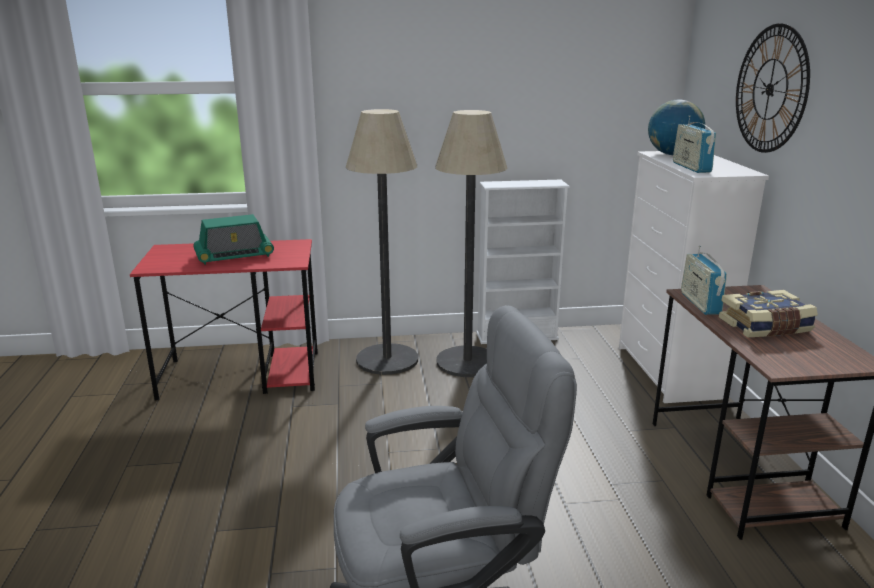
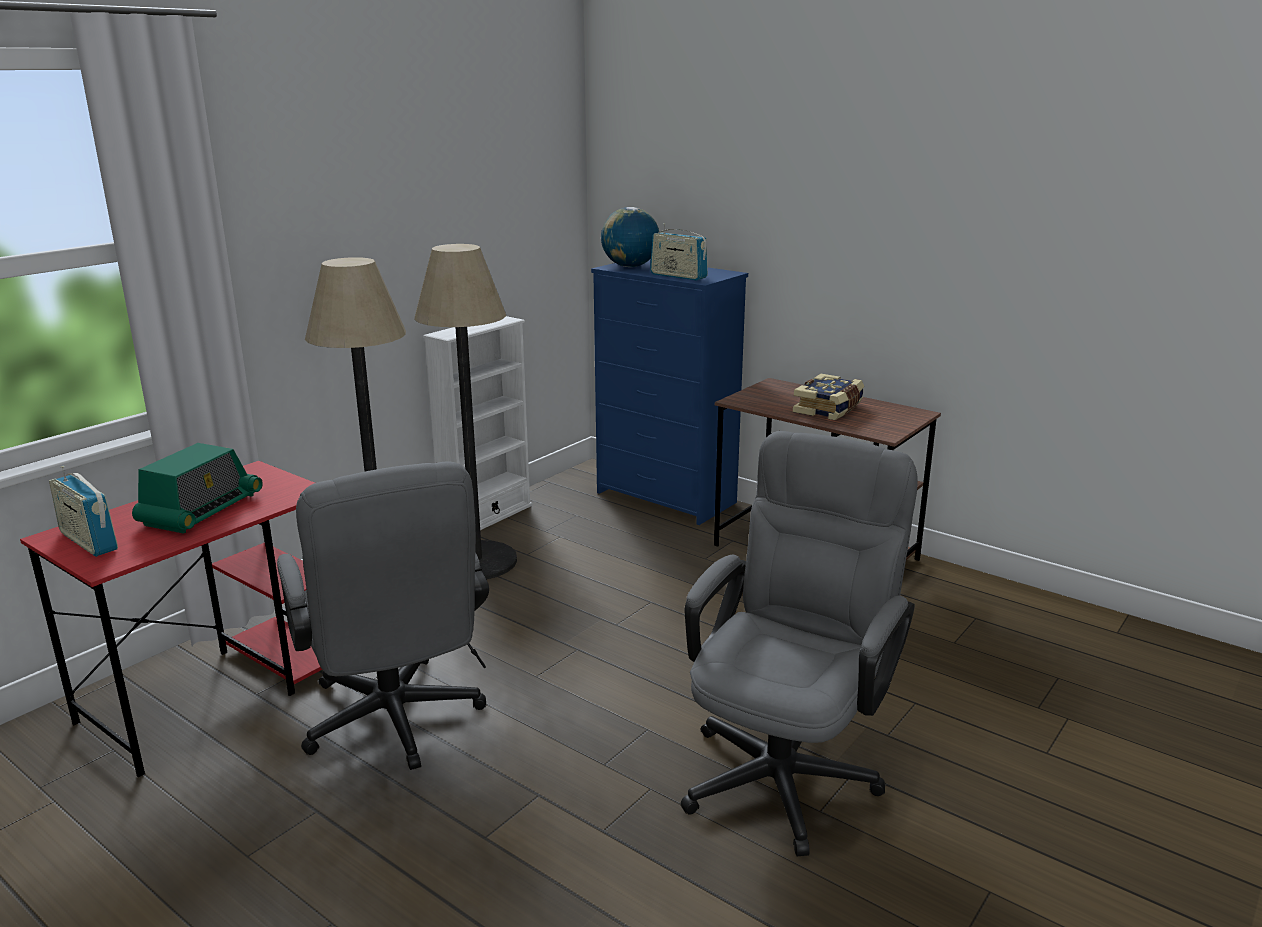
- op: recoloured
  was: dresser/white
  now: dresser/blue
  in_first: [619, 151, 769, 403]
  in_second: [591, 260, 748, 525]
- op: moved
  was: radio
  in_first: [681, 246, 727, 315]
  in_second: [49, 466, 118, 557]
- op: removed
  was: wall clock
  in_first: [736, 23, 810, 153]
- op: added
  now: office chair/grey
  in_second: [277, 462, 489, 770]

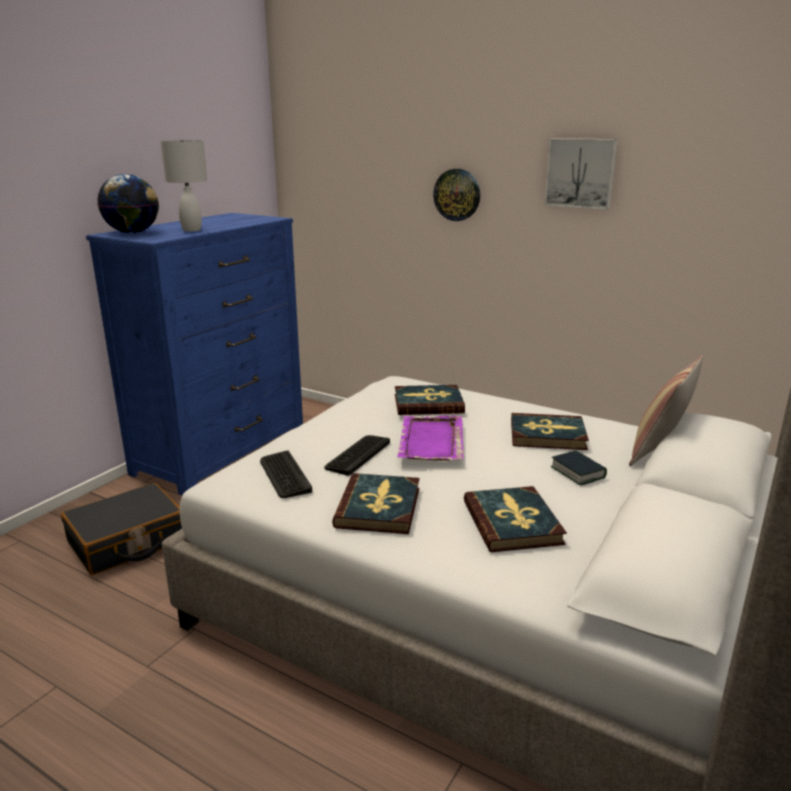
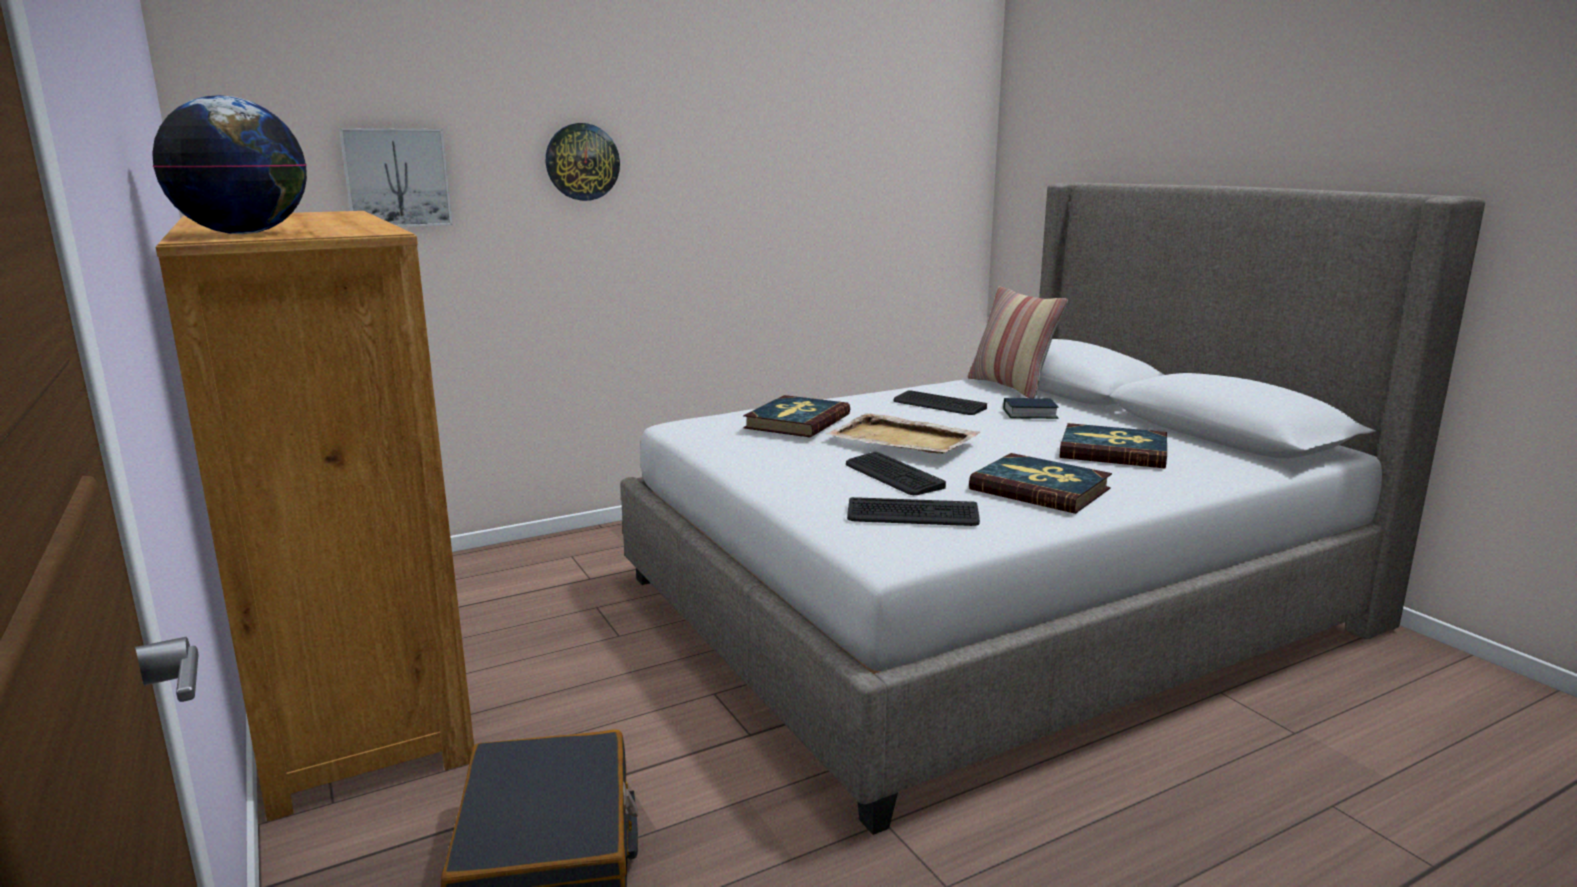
- op: recoloured
  was: dresser/blue
  now: dresser/brown
  in_first: [86, 213, 303, 495]
  in_second: [156, 211, 474, 822]
- op: removed
  was: table lamp/white
  in_first: [161, 139, 207, 232]
- op: recoloured
  was: tray/purple
  now: tray/beige
  in_first: [397, 415, 464, 461]
  in_second: [826, 413, 980, 454]
- op: replaced
  was: book
  now: keyboard
  in_first: [511, 413, 589, 450]
  in_second: [893, 390, 987, 415]
- op: moved
  was: picture
  in_first: [544, 138, 618, 210]
  in_second: [339, 128, 453, 227]

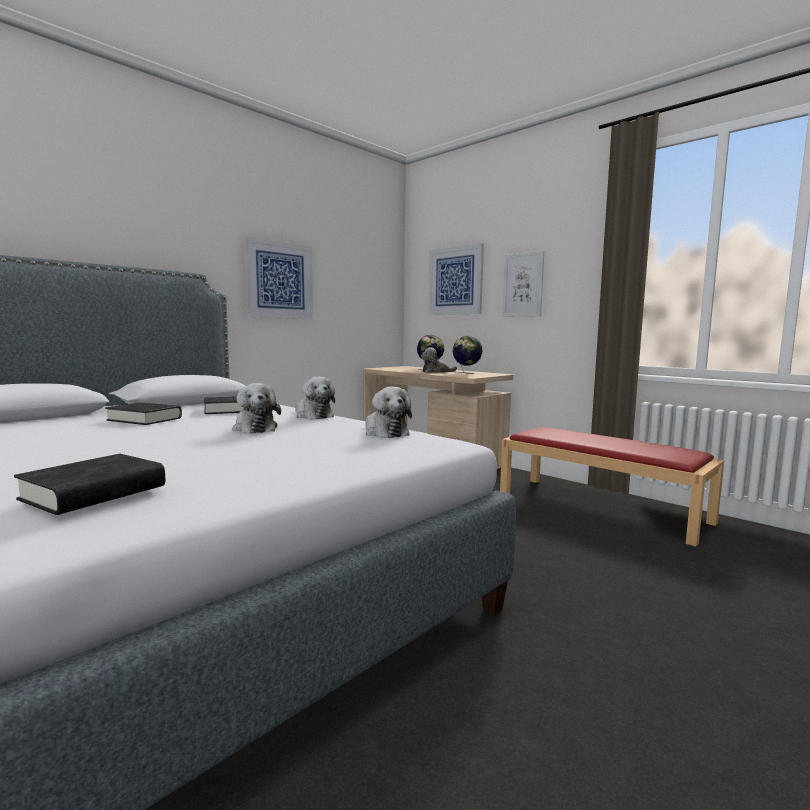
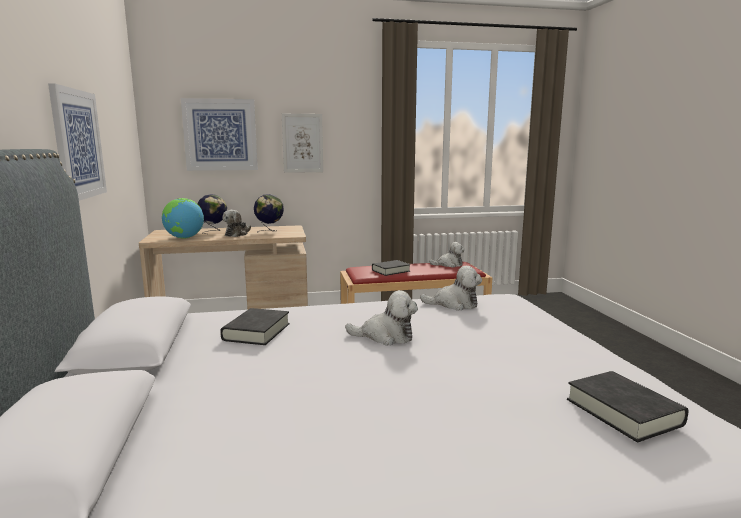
- op: moved
  was: book/black
  in_first: [105, 402, 182, 425]
  in_second: [372, 260, 411, 276]
- op: moved
  was: plush toy
  in_first: [295, 377, 335, 419]
  in_second: [429, 242, 465, 268]
- op: added
  now: globe
  in_second: [162, 198, 204, 238]

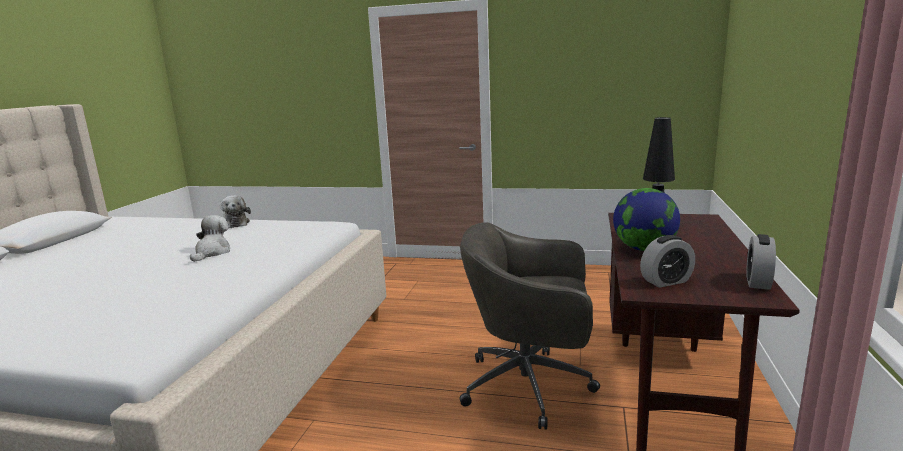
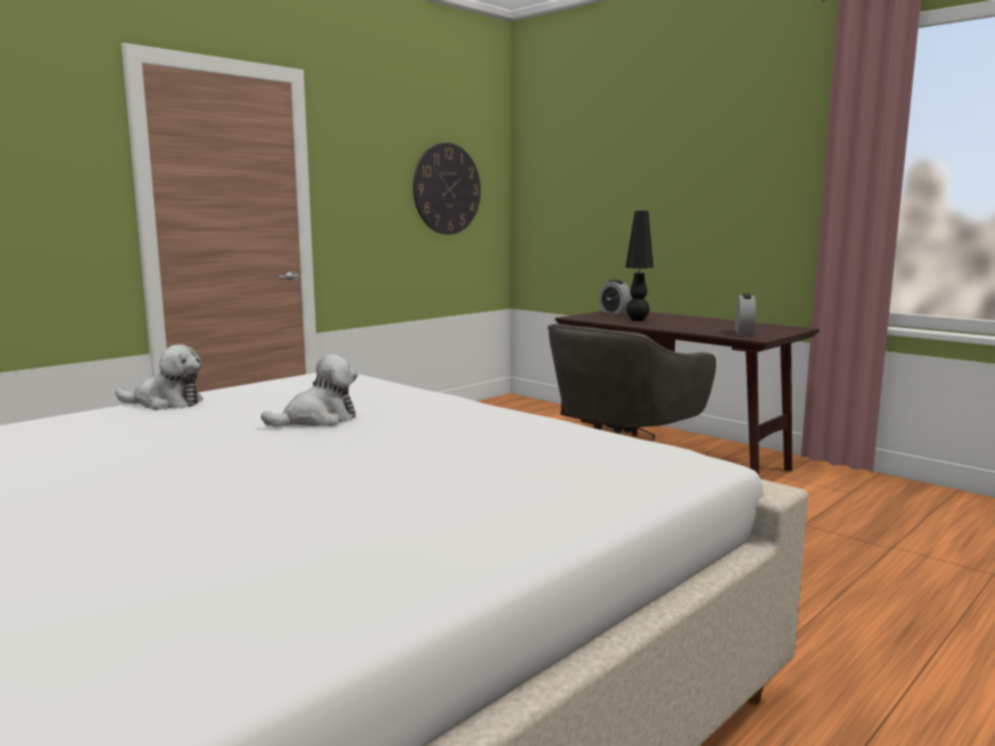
- op: turned
  was: plush toy
  in_first: [190, 215, 230, 262]
  in_second: [261, 354, 358, 427]
  clockwise: 105
- op: removed
  was: globe
  in_first: [613, 188, 680, 251]
- op: moved
  was: alarm clock
  in_first: [746, 234, 776, 290]
  in_second: [599, 280, 632, 314]
- op: added
  now: wall clock
  in_second: [413, 143, 481, 234]

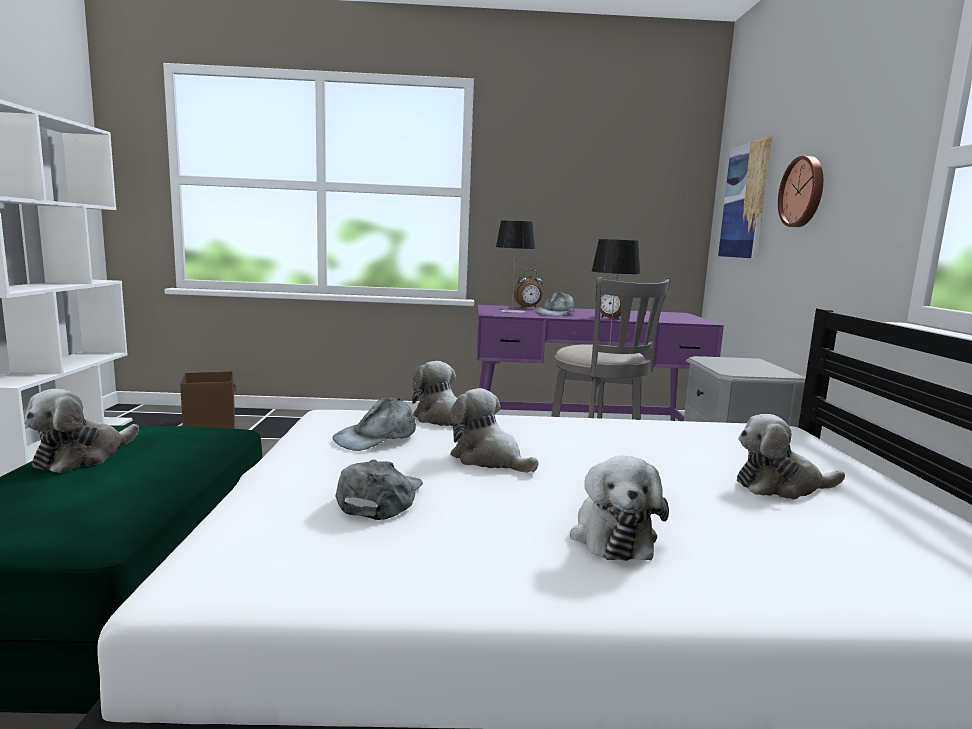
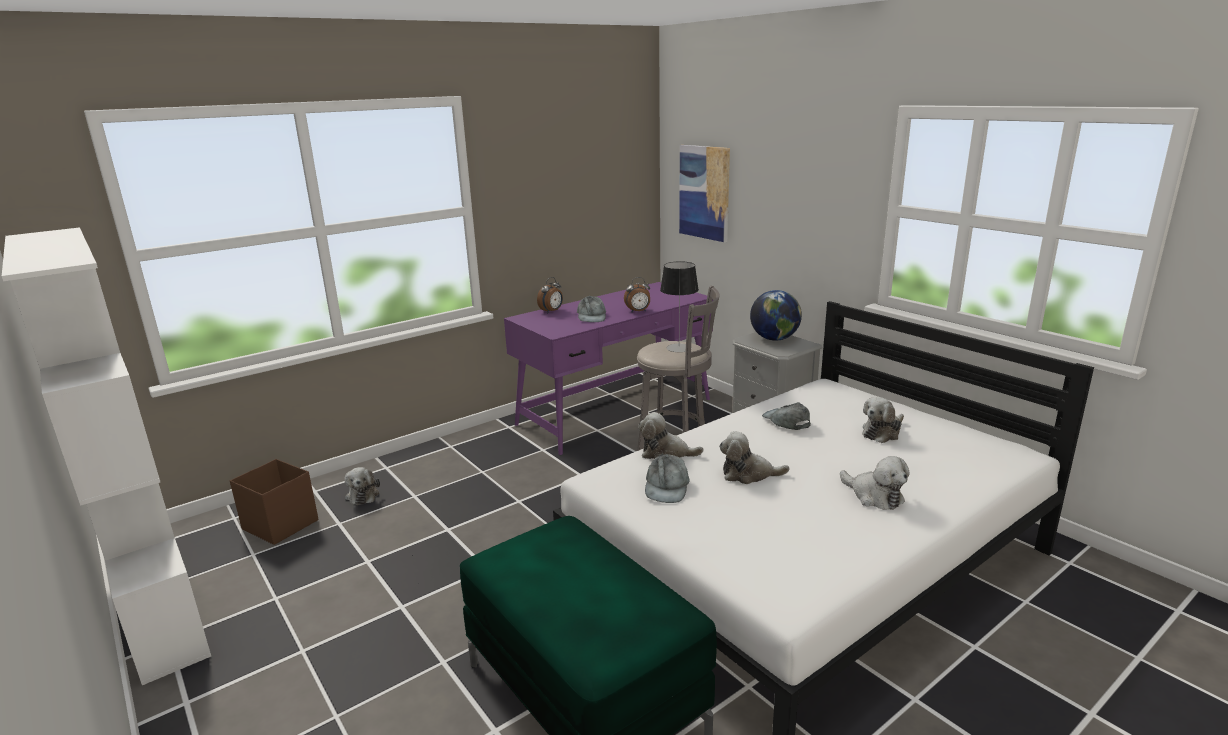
- op: moved
  was: plush toy
  in_first: [24, 389, 139, 473]
  in_second: [345, 467, 380, 505]
- op: moved
  was: cap/grey
  in_first: [335, 460, 423, 520]
  in_second: [762, 402, 811, 430]
- op: removed
  was: table lamp
  in_first: [496, 220, 535, 313]
- op: removed
  was: wall clock
  in_first: [778, 156, 823, 227]
- op: added
  now: globe
  in_second: [750, 290, 802, 341]

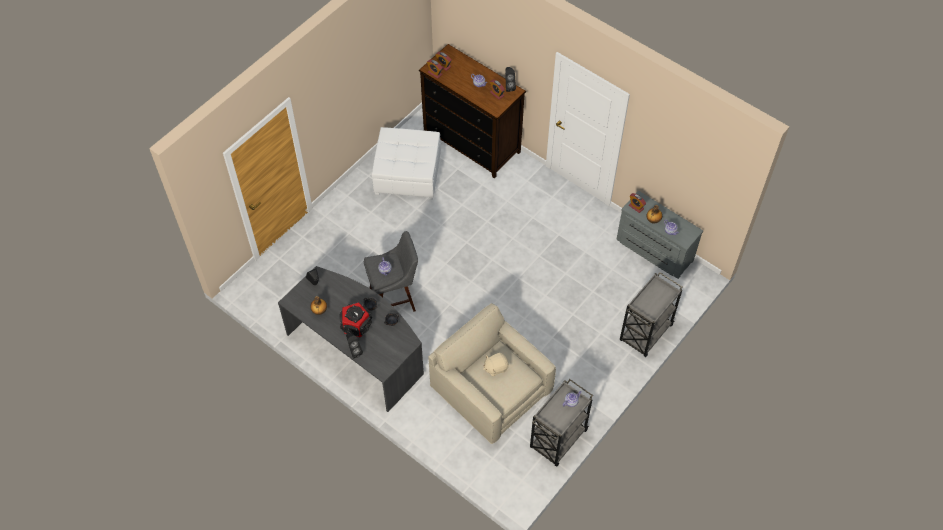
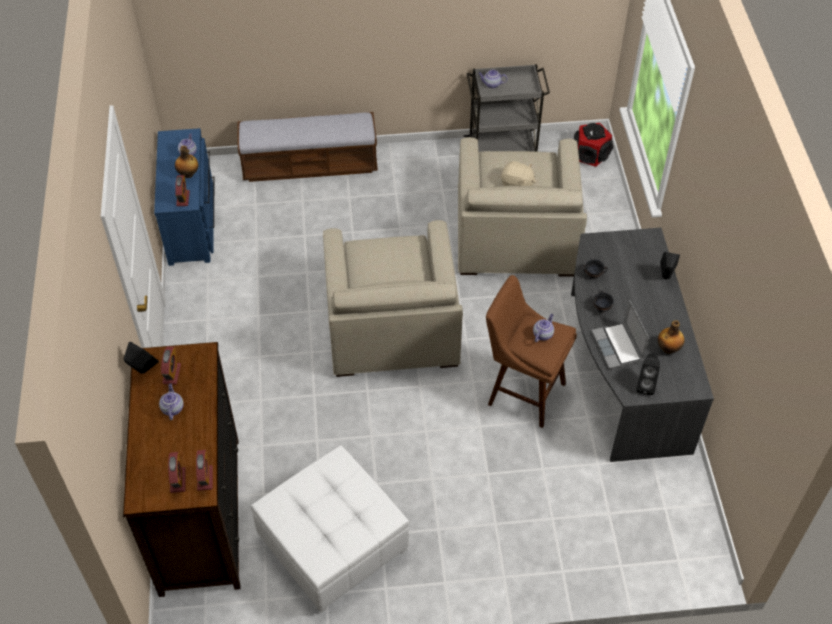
- op: moved
  was: speaker
  in_first: [340, 302, 372, 338]
  in_second: [574, 123, 613, 167]
- op: recoloured
  was: stool/grey
  now: stool/brown
  in_first: [364, 231, 418, 312]
  in_second: [486, 275, 577, 428]
- op: recoloured
  was: dresser/grey
  now: dresser/blue
  in_first: [616, 191, 703, 279]
  in_second: [154, 128, 214, 266]
- op: replaced
  was: cart/grey
  now: bench
  in_first: [620, 272, 683, 357]
  in_second: [237, 112, 378, 182]
- op: added
  now: armchair/beige
  in_second: [323, 220, 463, 377]
- op: added
  now: laptop
  in_second: [591, 300, 649, 369]

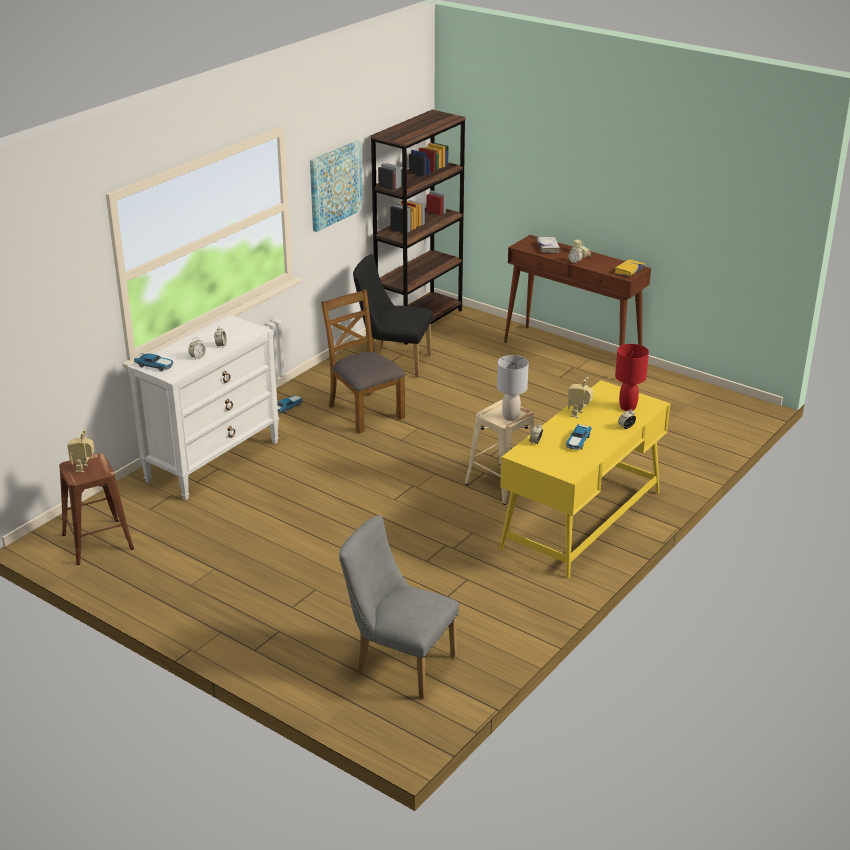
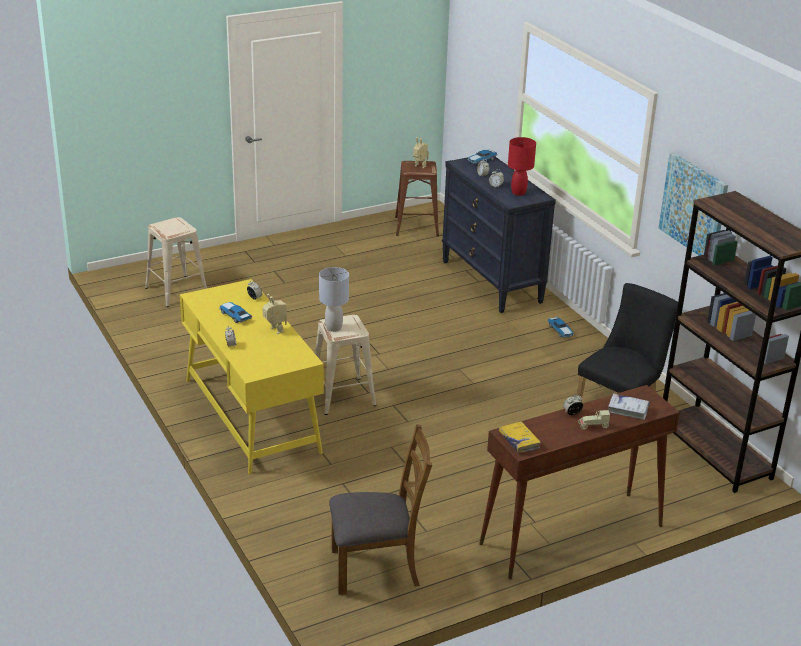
- op: recoloured
  was: dresser/white
  now: dresser/black
  in_first: [127, 314, 279, 500]
  in_second: [442, 157, 556, 313]
- op: moved
  was: chair/brown
  in_first: [321, 289, 406, 434]
  in_second: [329, 424, 432, 595]
- op: replaced
  was: chair/grey
  now: stool/beige
  in_first: [339, 515, 459, 699]
  in_second: [145, 217, 207, 307]
- op: moved
  was: table lamp/red
  in_first: [615, 344, 649, 411]
  in_second: [508, 137, 536, 196]

